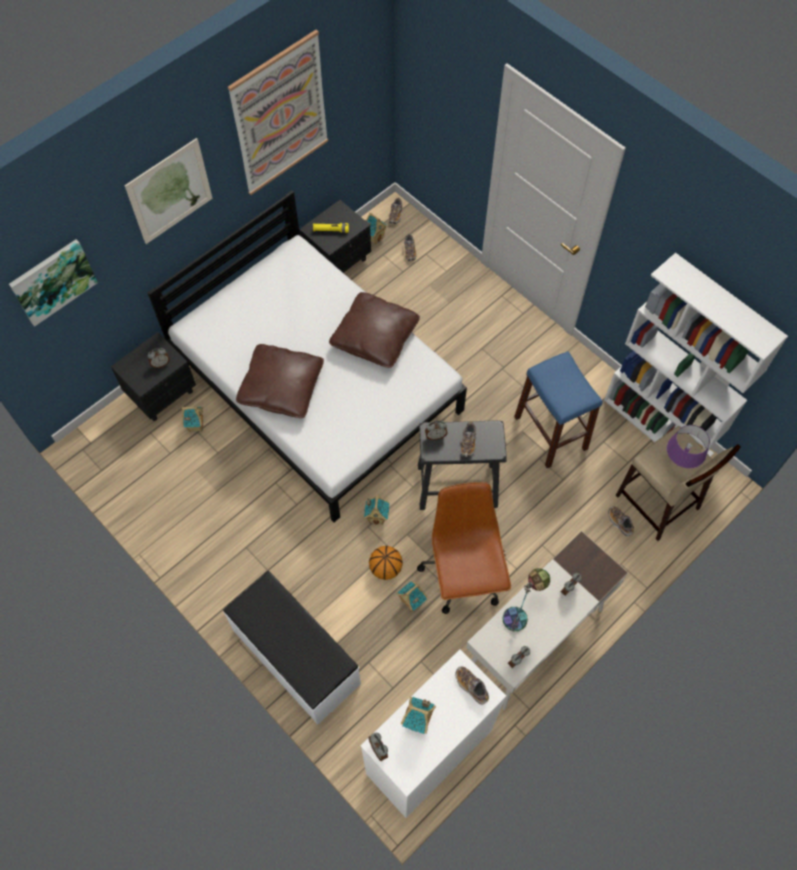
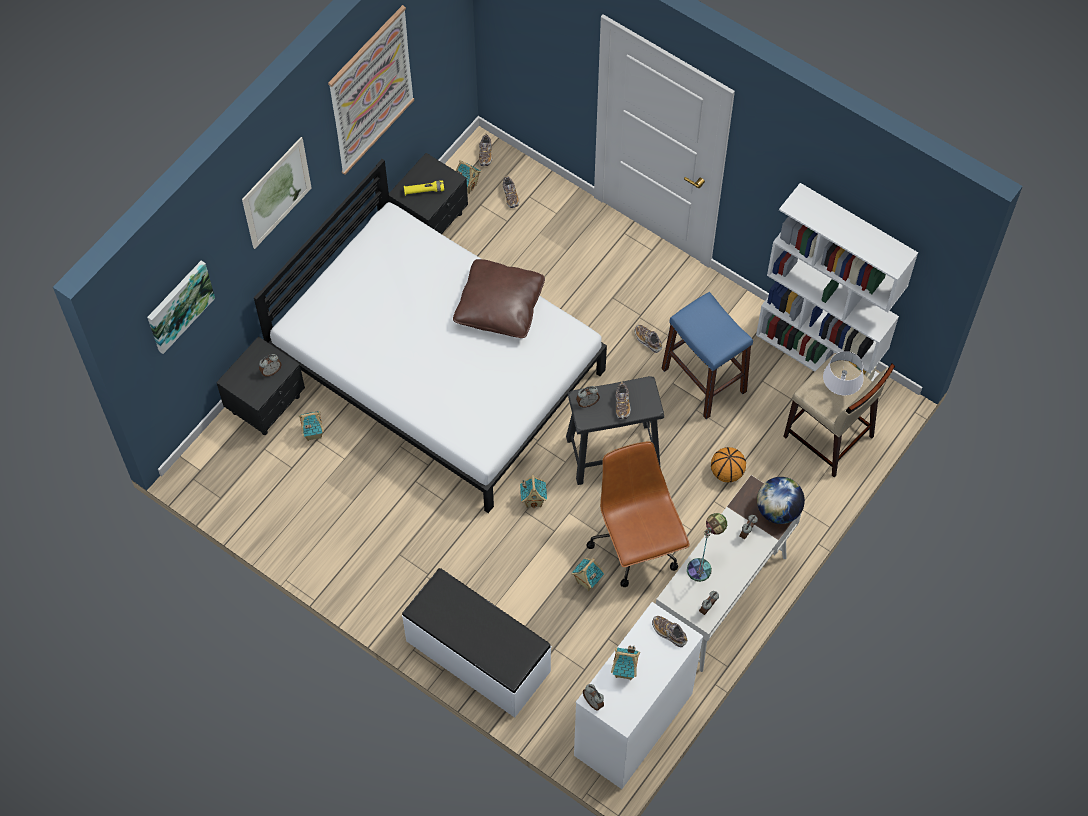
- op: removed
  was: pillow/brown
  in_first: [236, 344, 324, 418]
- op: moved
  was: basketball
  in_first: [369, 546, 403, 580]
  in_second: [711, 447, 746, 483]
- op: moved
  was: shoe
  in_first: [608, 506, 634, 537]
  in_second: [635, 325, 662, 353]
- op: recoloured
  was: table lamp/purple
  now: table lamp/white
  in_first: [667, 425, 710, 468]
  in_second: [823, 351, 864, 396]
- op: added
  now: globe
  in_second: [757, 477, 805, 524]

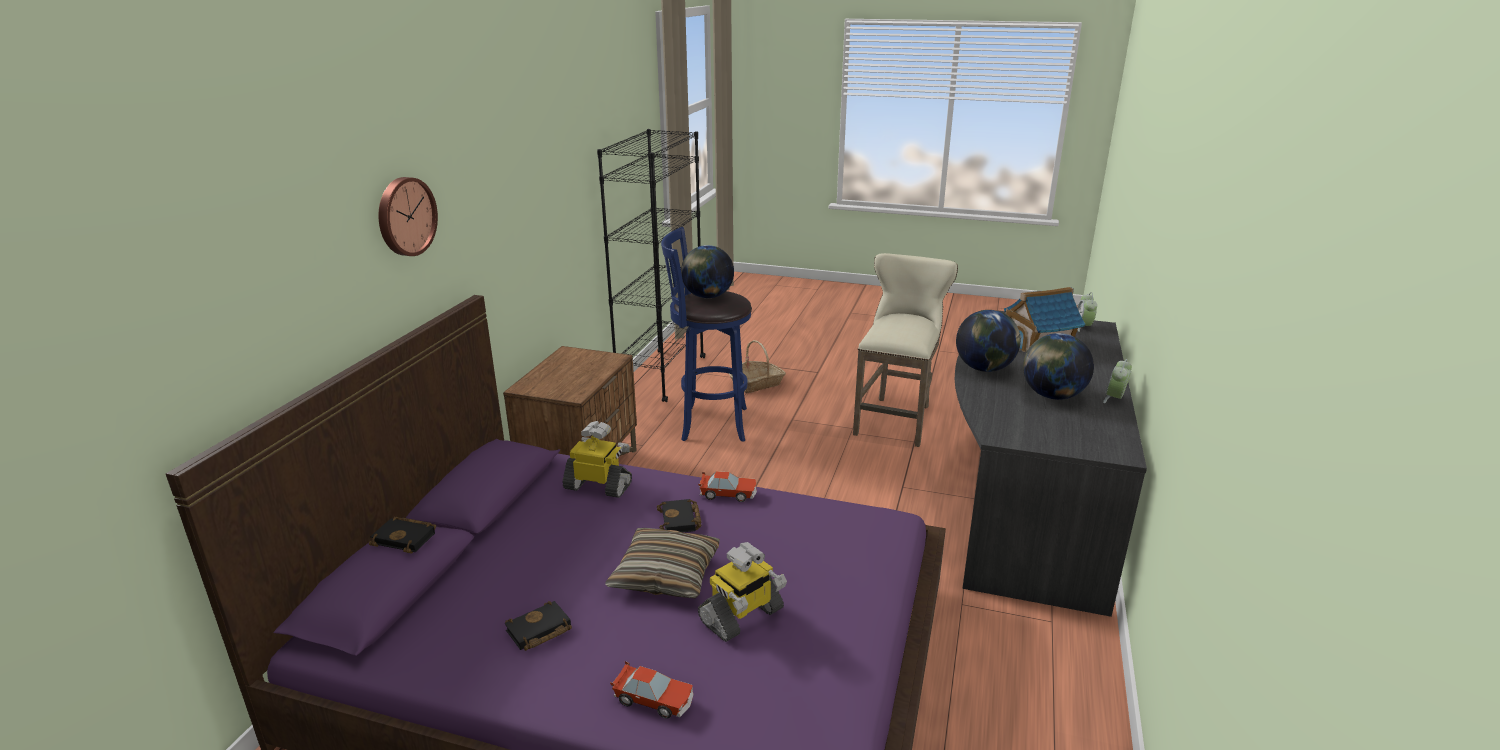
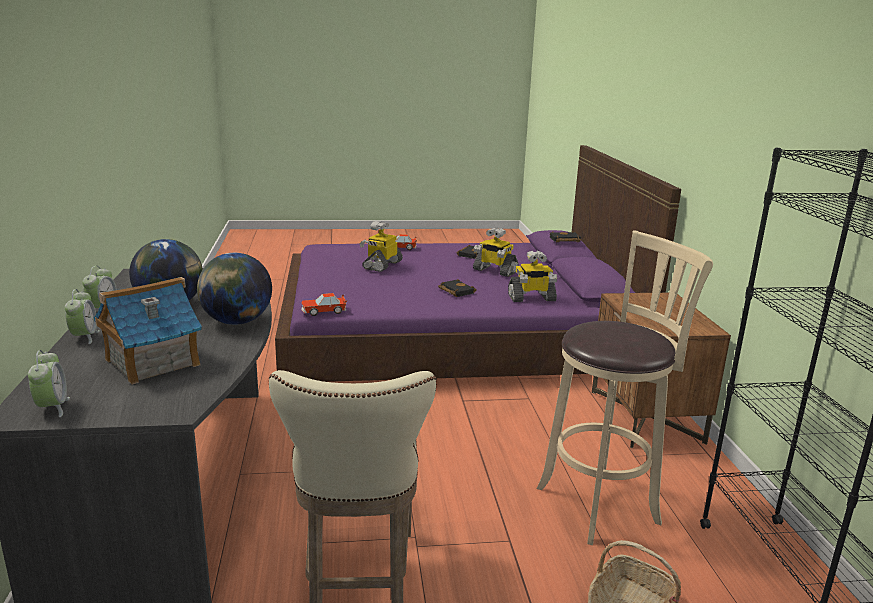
- op: removed
  was: wall clock
  in_first: [379, 177, 438, 256]
- op: removed
  was: pillow
  in_first: [605, 528, 720, 598]
- op: recoloured
  was: stool/blue
  now: stool/beige
  in_first: [661, 227, 752, 442]
  in_second: [536, 230, 713, 545]
- op: removed
  was: globe
  in_first: [681, 245, 734, 298]
- op: moved
  was: toy car
  in_first: [698, 471, 757, 502]
  in_second: [301, 293, 347, 316]
- op: added
  now: alarm clock
  in_second: [65, 289, 100, 344]
- op: added
  now: toy robot
  in_second: [473, 227, 519, 277]

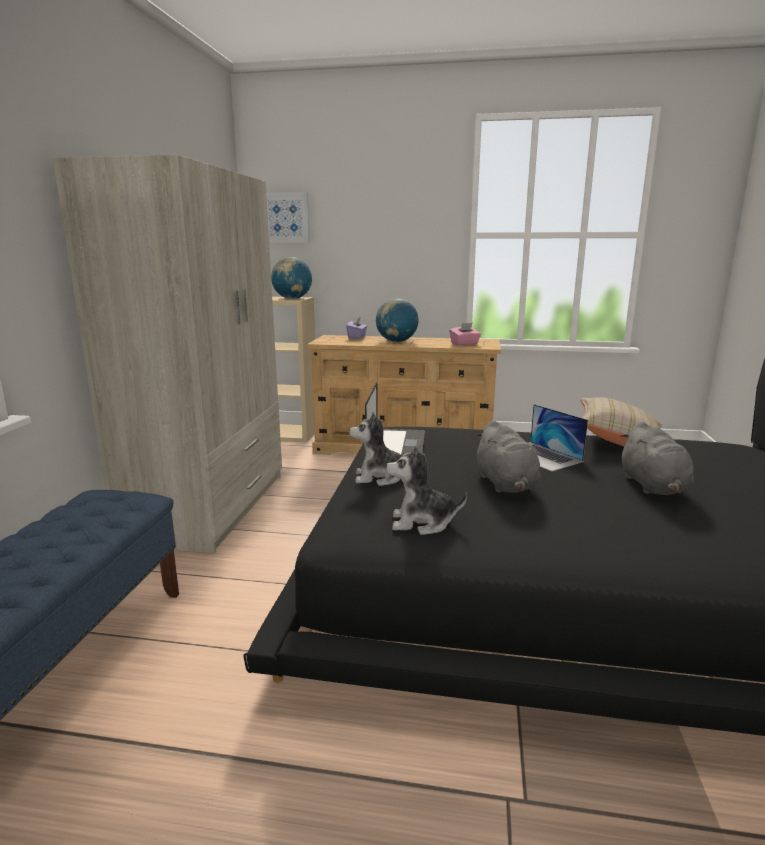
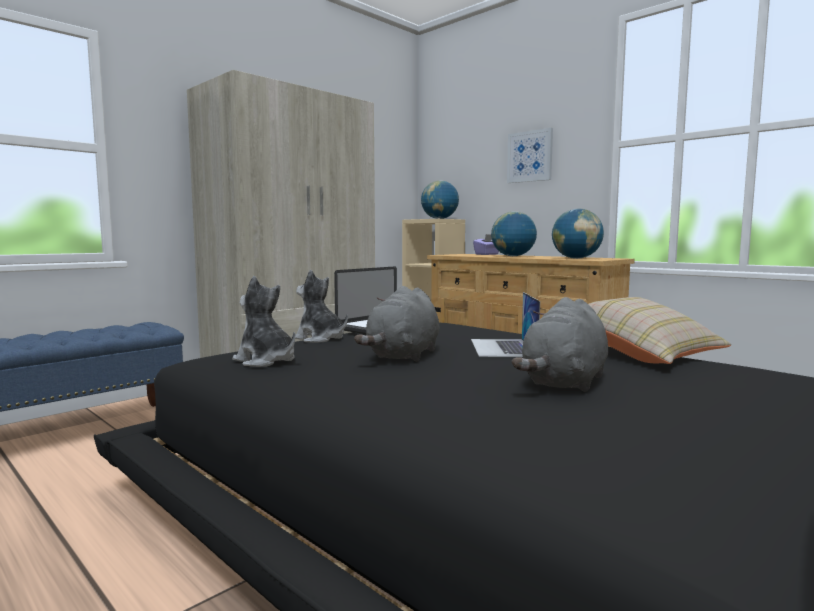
- op: moved
  was: picture
  in_first: [266, 192, 310, 243]
  in_second: [507, 128, 553, 183]
- op: replaced
  was: tissue box/pink
  now: globe
  in_first: [449, 323, 481, 346]
  in_second: [552, 208, 604, 259]

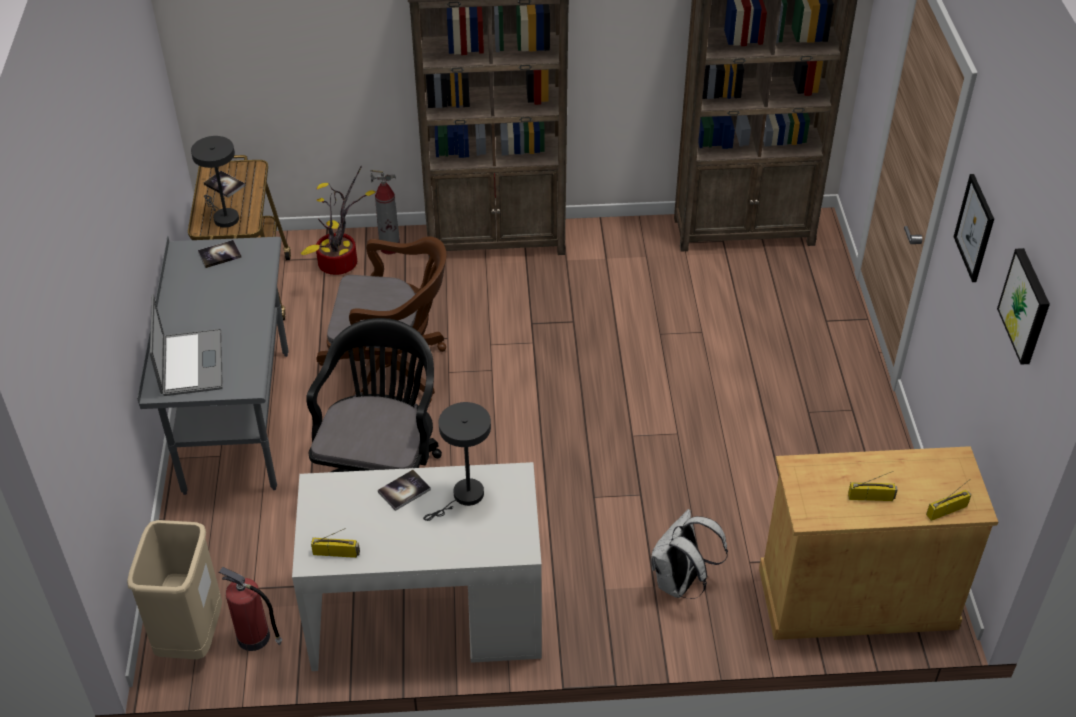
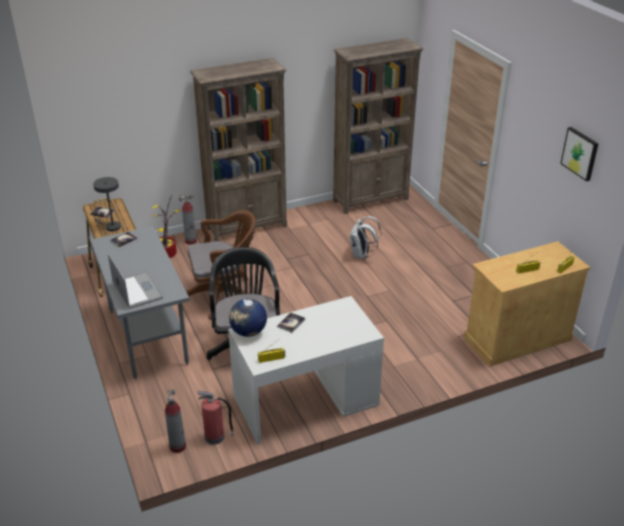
- op: replaced
  was: trash can/beige
  now: fire extinguisher
  in_first: [127, 520, 222, 659]
  in_second: [165, 389, 186, 453]
- op: removed
  was: table lamp/grey
  in_first: [423, 402, 491, 521]
- op: moved
  was: backpack/white
  in_first: [651, 509, 728, 599]
  in_second: [350, 216, 381, 259]
- op: removed
  was: picture
  in_first: [954, 174, 994, 282]
- op: added
  now: globe
  in_second: [229, 299, 267, 337]

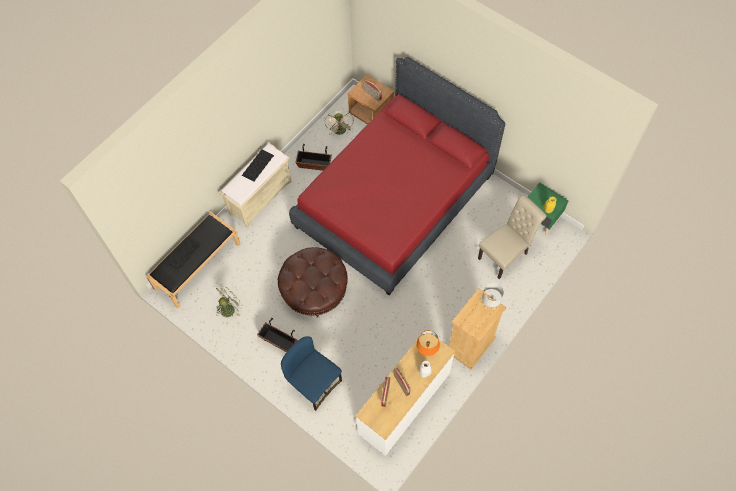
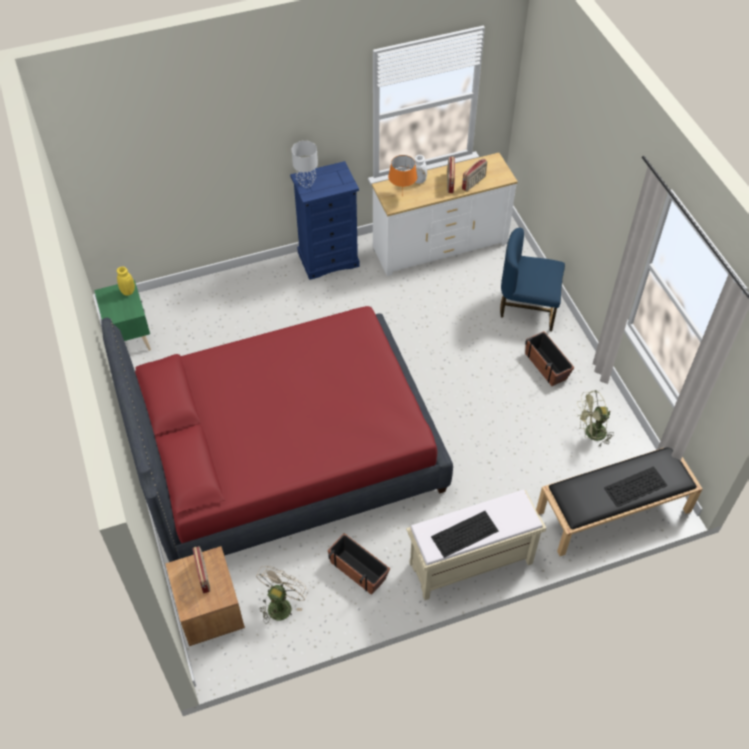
- op: removed
  was: ottoman/brown
  in_first: [278, 247, 348, 318]
- op: turned
  was: chair/blue
  in_first: [281, 336, 342, 411]
  in_second: [500, 228, 565, 331]
  clockwise: 120
- op: recoloured
  was: dresser/beige
  now: dresser/blue
  in_first: [449, 288, 506, 370]
  in_second: [290, 161, 360, 280]
- op: removed
  was: chair/beige
  in_first: [478, 195, 546, 279]

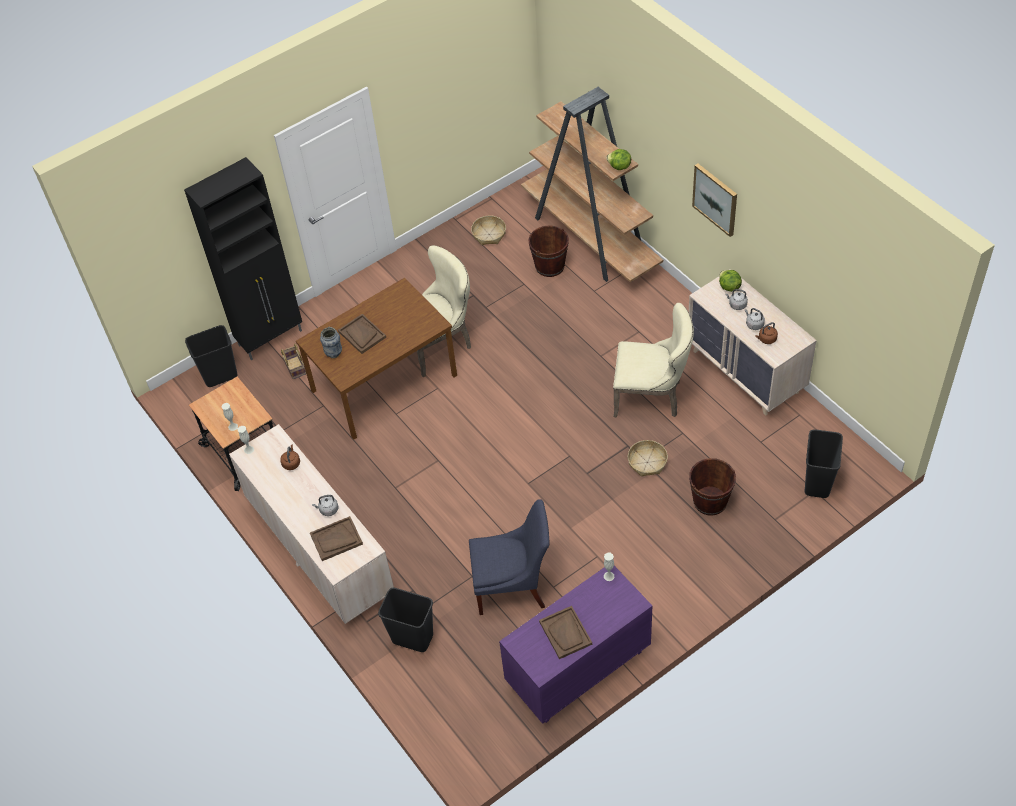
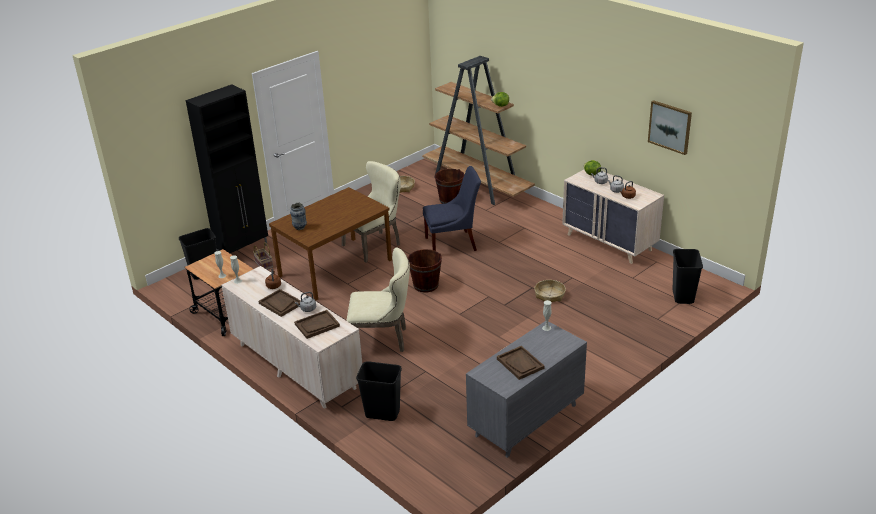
- op: moved
  was: tray/brown
  in_first: [338, 314, 386, 354]
  in_second: [259, 289, 301, 317]
- op: moved
  was: chair/blue
  in_first: [469, 499, 550, 615]
  in_second: [423, 166, 481, 251]
- op: recoloured
  was: dresser/purple
  now: dresser/grey
  in_first: [499, 566, 653, 724]
  in_second: [466, 321, 587, 458]
- op: moved
  was: chair/beige
  in_first: [613, 303, 694, 417]
  in_second: [346, 247, 410, 352]
- op: moved
  was: bucket/brown
  in_first: [689, 458, 736, 516]
  in_second: [408, 249, 442, 293]
- op: moved
  was: picture
  in_first: [692, 164, 737, 237]
  in_second: [648, 100, 692, 155]

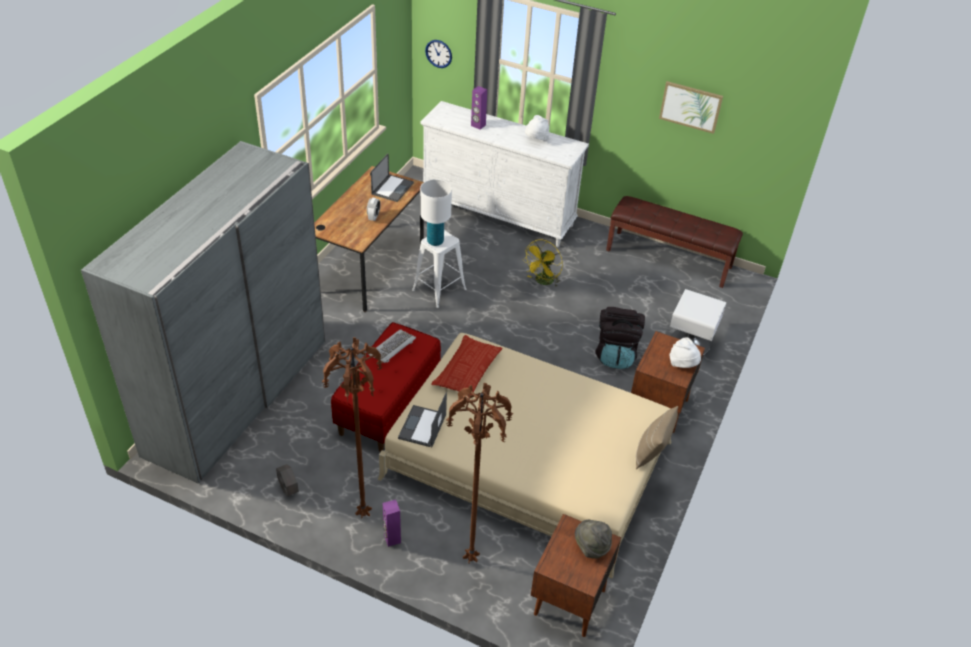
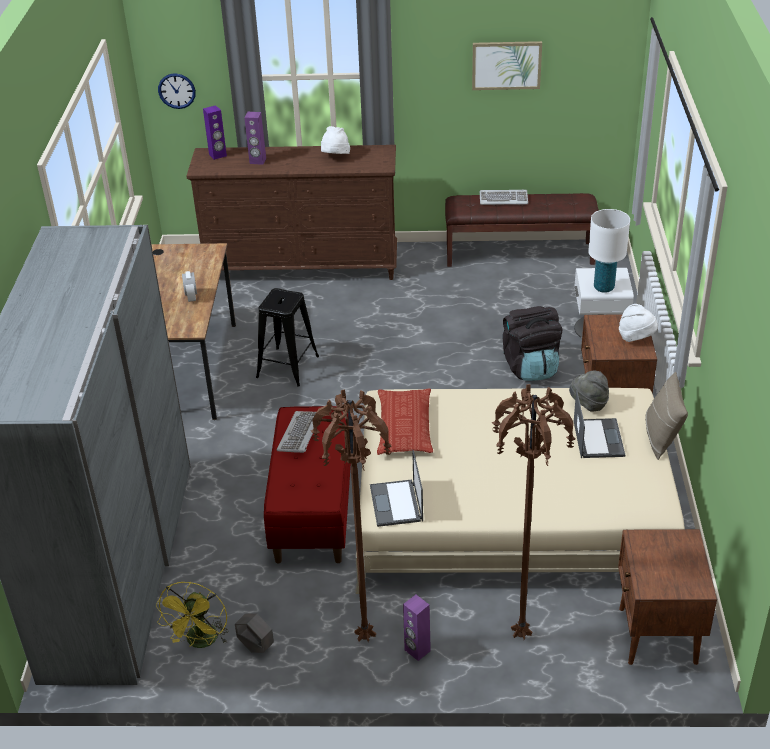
- op: moved
  was: laptop
  in_first: [371, 153, 414, 202]
  in_second: [574, 390, 625, 458]
- op: recoloured
  was: stool/white
  now: stool/black
  in_first: [412, 230, 466, 308]
  in_second: [256, 288, 319, 387]
- op: recoloured
  was: dresser/white
  now: dresser/brown
  in_first: [420, 101, 589, 247]
  in_second: [187, 145, 397, 280]
- op: moved
  was: table lamp/white
  in_first: [420, 179, 452, 246]
  in_second: [588, 209, 630, 293]
- op: moved
  was: fan/yellow
  in_first: [523, 239, 563, 287]
  in_second: [156, 582, 229, 648]
- op: moved
  was: hat/grey
  in_first: [575, 520, 612, 558]
  in_second: [569, 371, 609, 412]
- op: added
  now: speaker/purple
  in_second: [203, 105, 227, 160]
- op: added
  now: keyboard
  in_second: [480, 190, 528, 205]

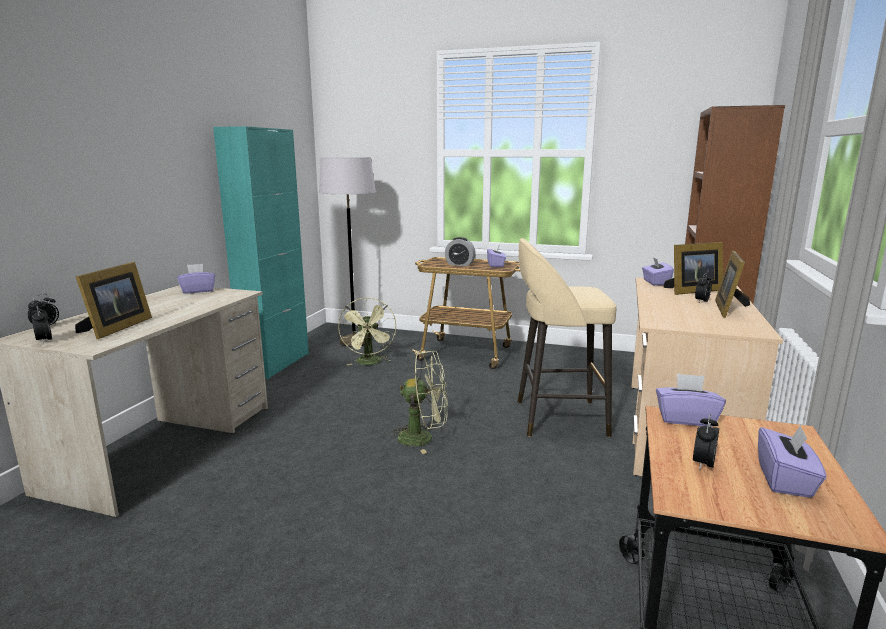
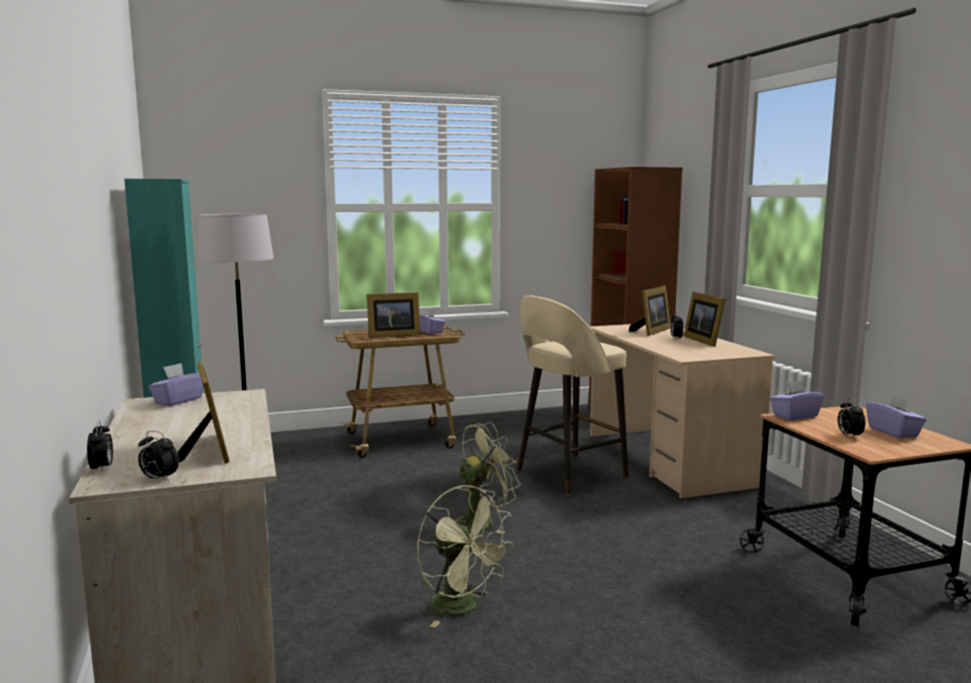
- op: moved
  was: fan/green
  in_first: [338, 297, 396, 365]
  in_second: [418, 485, 515, 627]
- op: replaced
  was: alarm clock
  now: picture frame
  in_first: [445, 237, 476, 266]
  in_second: [367, 292, 420, 338]
- op: removed
  was: tissue box/purple
  in_first: [642, 257, 674, 285]

